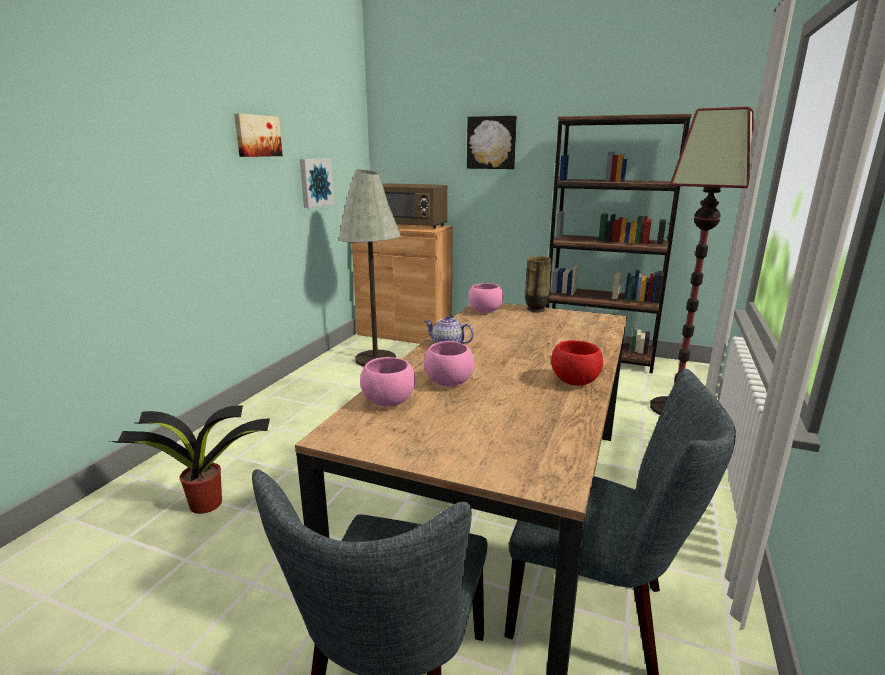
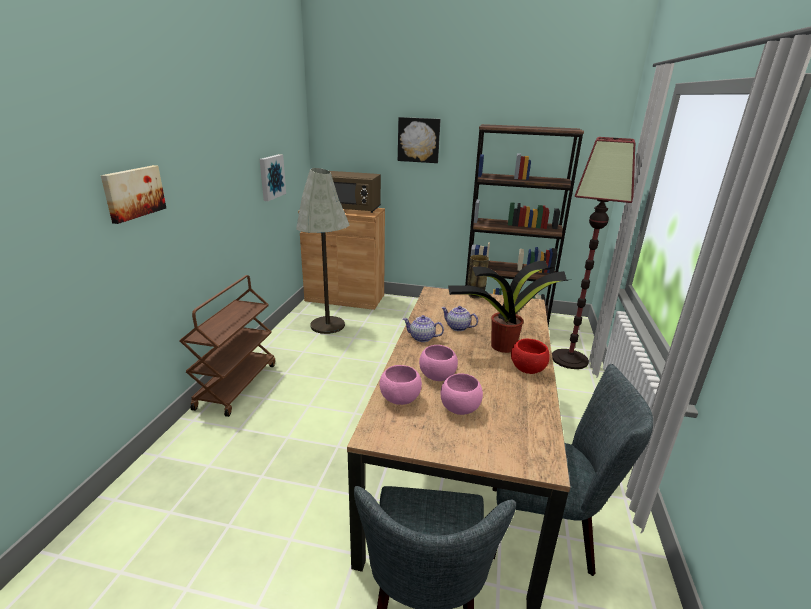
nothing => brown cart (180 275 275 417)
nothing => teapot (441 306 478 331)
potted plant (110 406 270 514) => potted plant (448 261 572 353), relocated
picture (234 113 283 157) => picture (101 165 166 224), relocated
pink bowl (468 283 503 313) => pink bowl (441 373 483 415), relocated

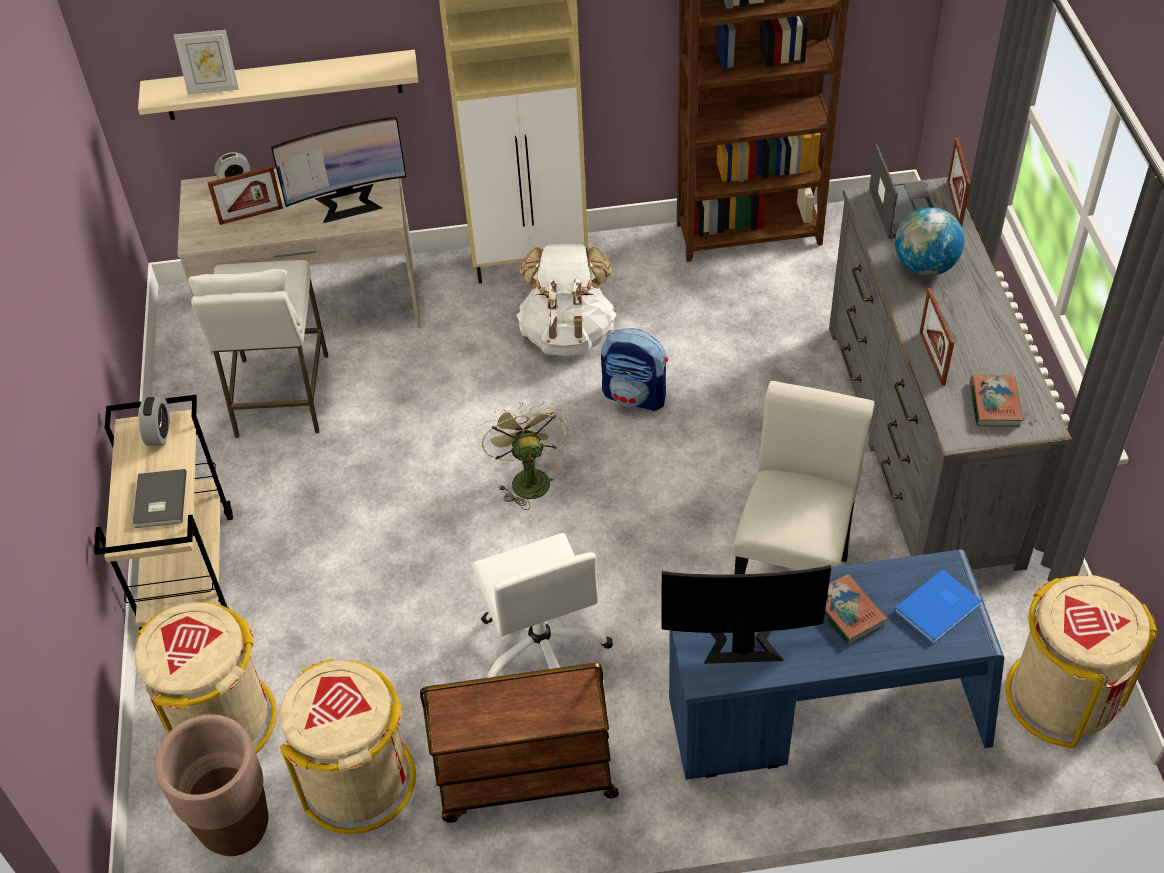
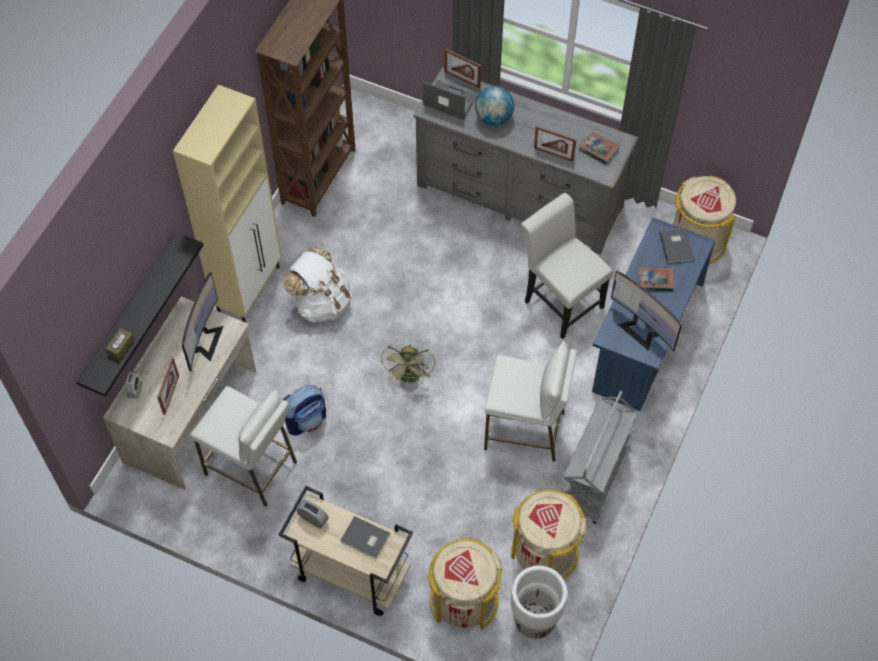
backpack (601 328 668 411) => backpack (283 385 326 436), relocated
picture frame (173 30 239 94) => brown tissue box (105 328 134 360)
white office chair (471 533 613 678) => white stool (484 341 577 462)
beige shelf (138 50 419 120) => black shelf (76 232 203 397)
brown planter (154 714 269 856) => white planter (511 566 567 639)
brown cart (420 663 619 823) => grey cart (561 390 637 524)
blue book (894 569 981 644) => grey book (660 229 694 264)
green fan (481 401 568 510) => green fan (381 343 435 385), 105 degrees counterclockwise
monitor (662 565 831 664) => monitor (611 270 682 352), 75 degrees counterclockwise

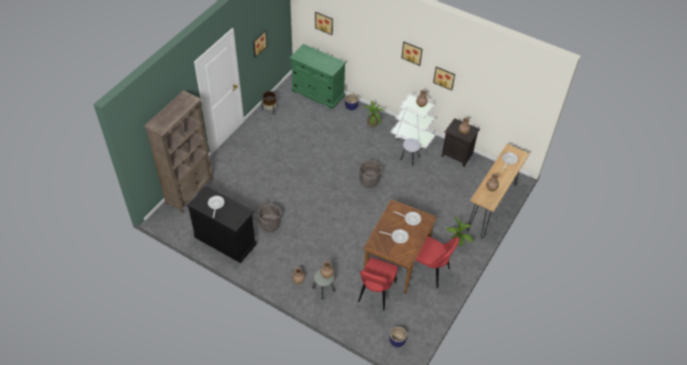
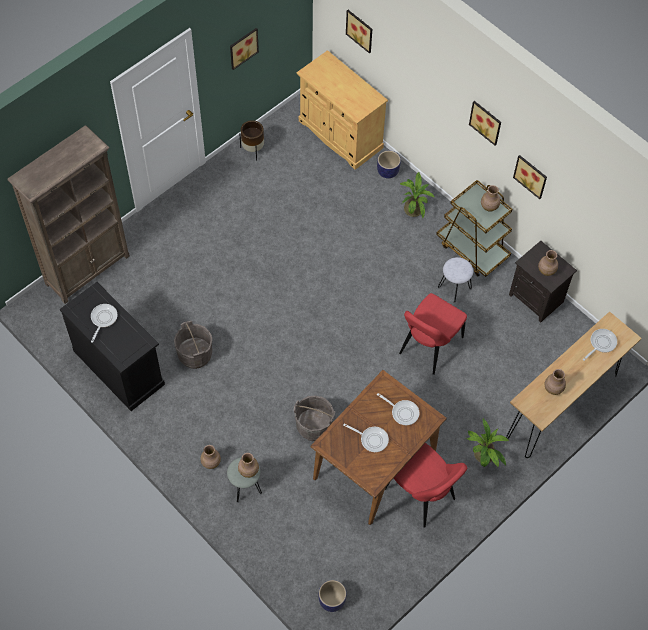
red chair (358 257 398 311) => red chair (399 293 467 375), relocated
grey bucket (359 161 383 188) => grey bucket (294 395 335 441), relocated
green cabinet (289 44 346 110) => beige cabinet (297 50 388 170)
white cart (391 93 436 150) => brown cart (436 180 513 277)

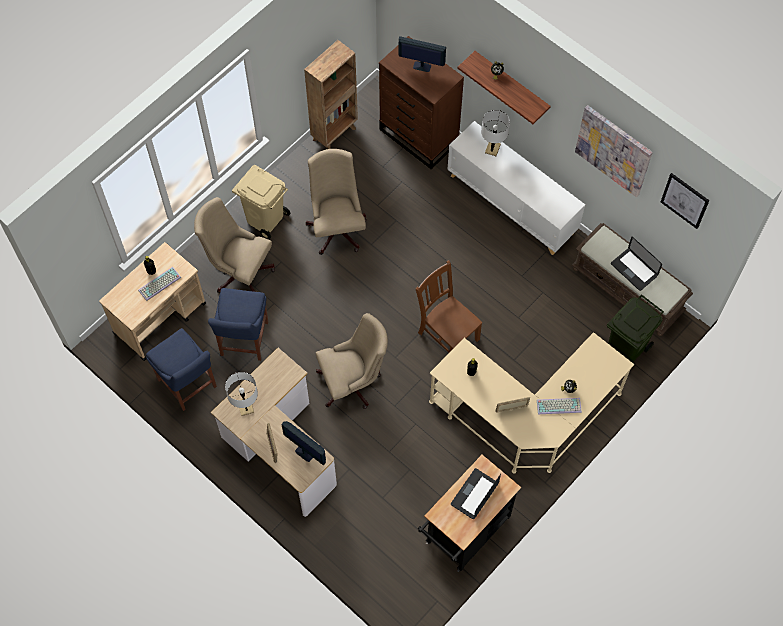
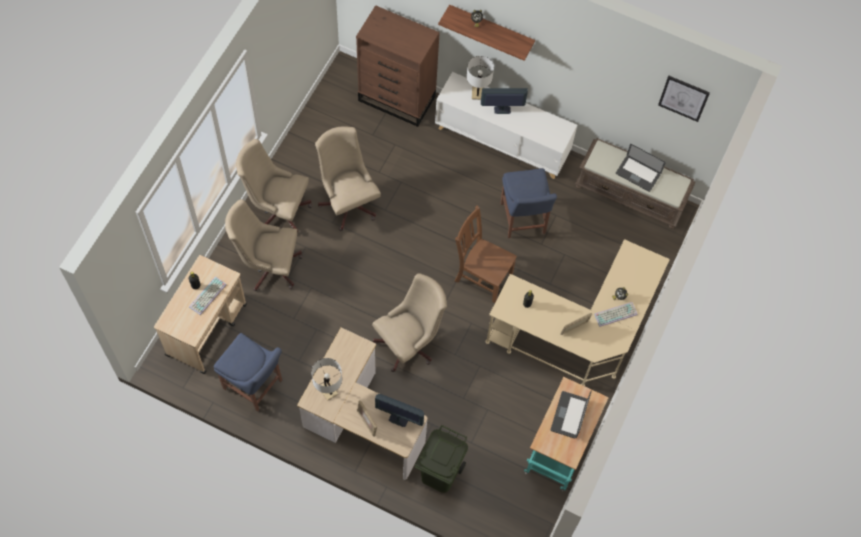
brown bookcase (304 40 358 149) => nothing
picture (575 105 653 197) => nothing
blue chair (208 288 268 361) => blue chair (501 168 557 238), relocated
monitor (399 36 446 72) => monitor (481 88 528 114), relocated
green trash can (607 294 664 363) => green trash can (415 425 468 493), relocated
beige trash can (232 165 291 239) => beige office chair (236 139 312 233)
black cart (418 455 521 572) => turquoise cart (524 377 609 491)

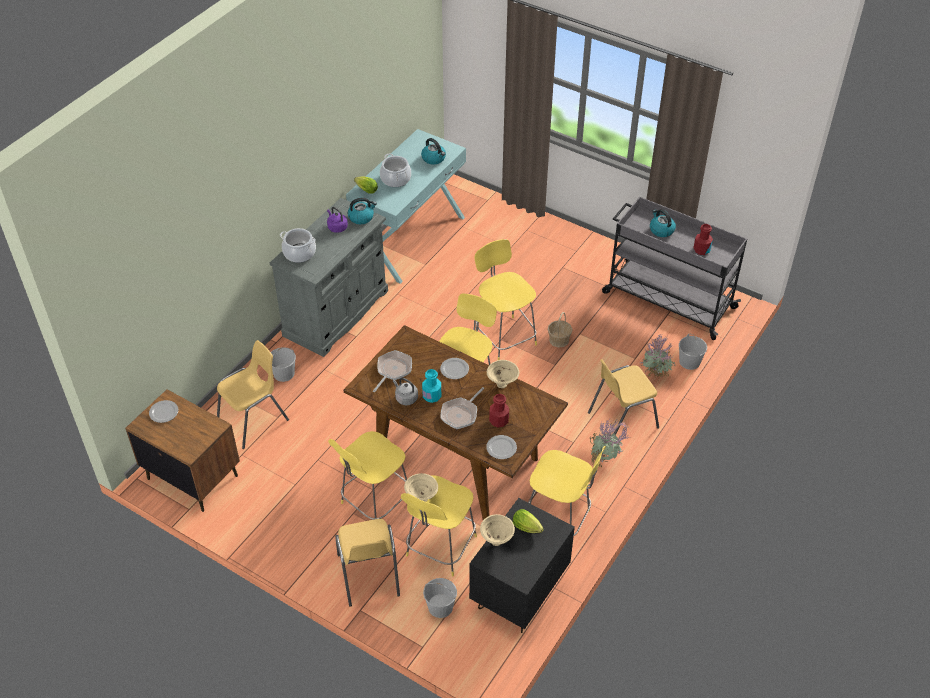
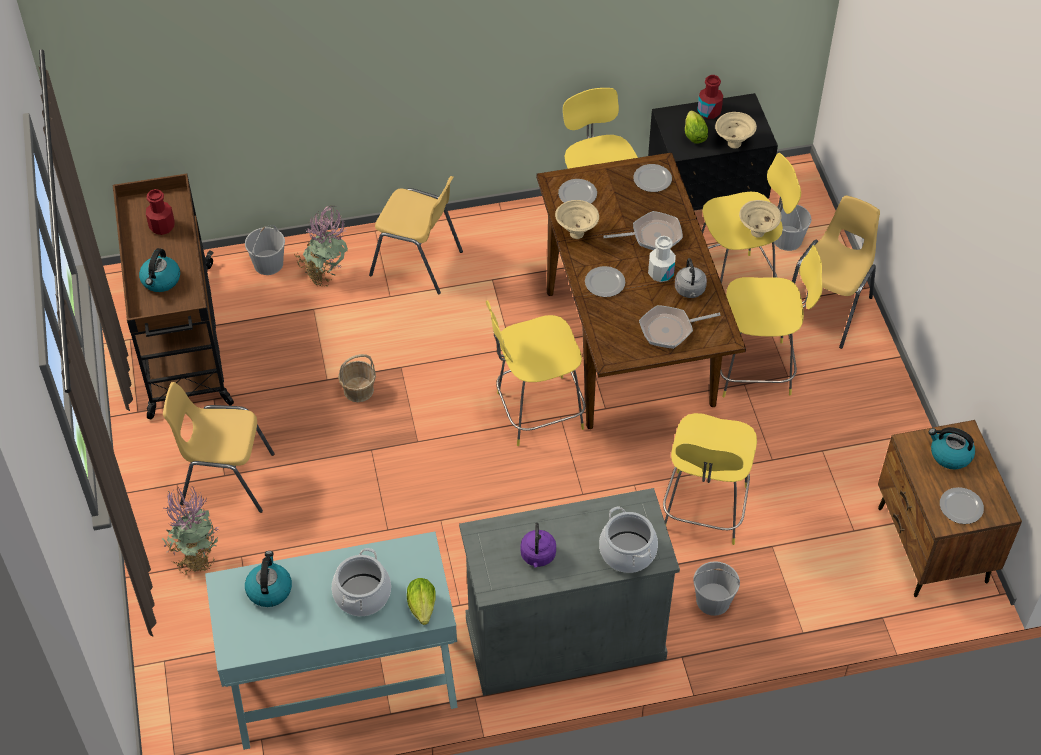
nothing => plate (558 179 597 203)
yellow chair (217 340 289 449) => yellow chair (163 382 275 513), relocated
kettle (348 197 377 224) => kettle (929 427 975 470), relocated
yellow stool (475 239 537 360) => yellow stool (663 413 757 545), relocated
red bottle (489 394 509 428) => red bottle (697 75 723 119), relocated
potted plant (590 419 630 467) => potted plant (162 487 219 575), relocated
turquoise bottle (422 369 441 403) => white bottle (648 236 676 282)
grey cart (602 197 747 340) => brown cart (113 174 234 419)

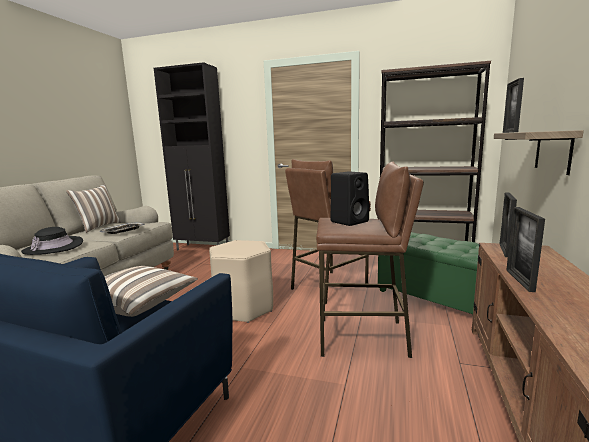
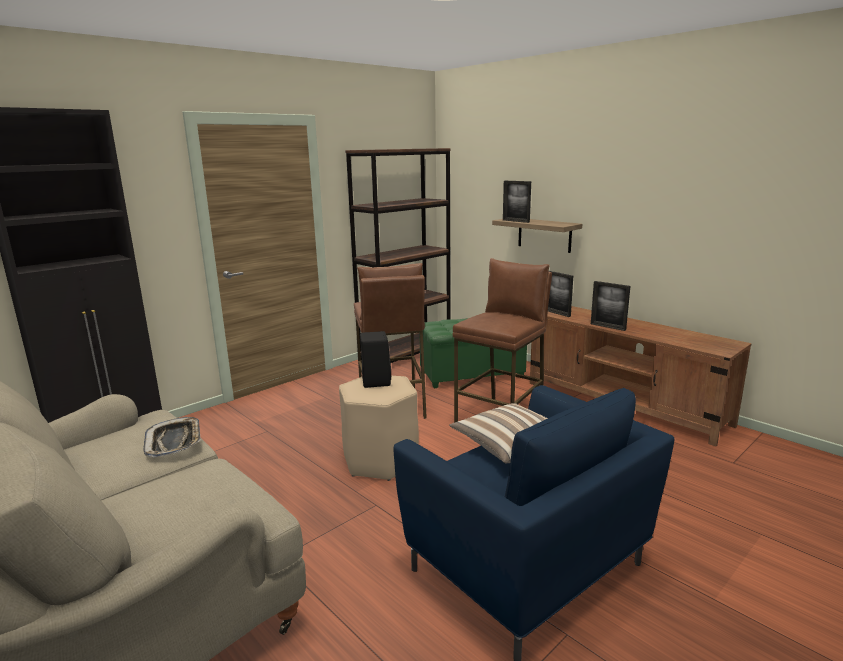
black hat (21 227 83 255) => nothing
pillow (66 184 121 233) => nothing
black speaker (330 172 370 226) => black speaker (360 331 391 388), relocated

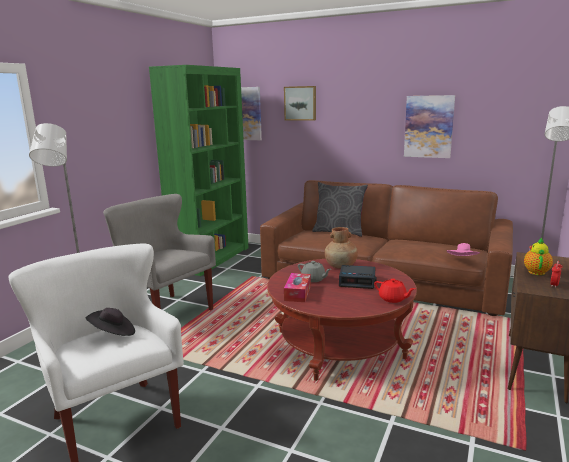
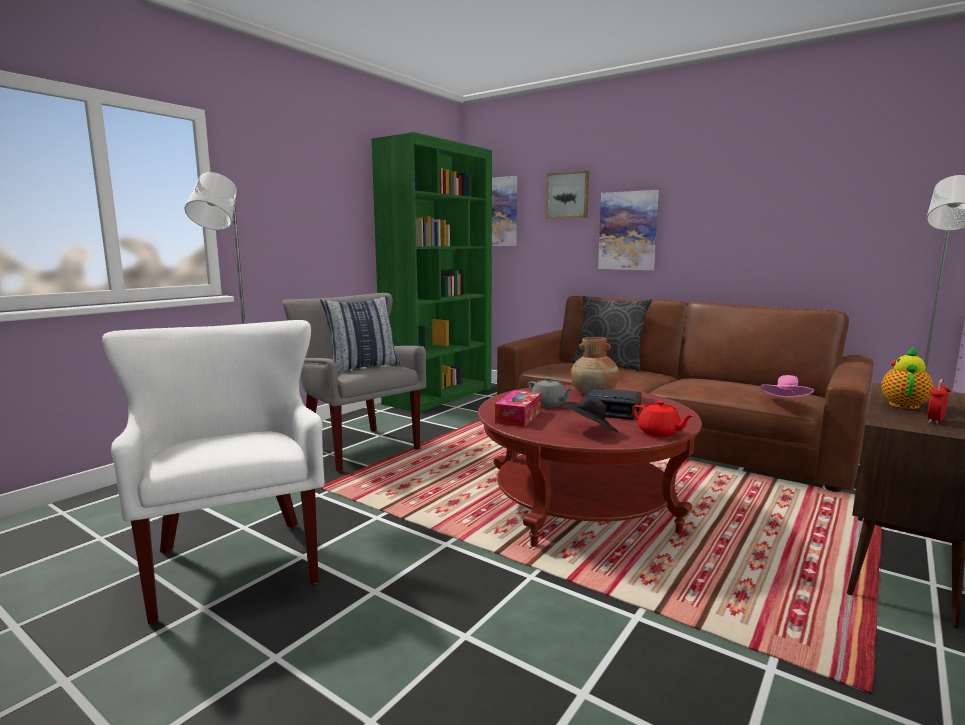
nothing => pillow (320 296 400 372)
black hat (86 308 135 336) => black hat (561 396 619 433), relocated
picture (404 95 455 158) => picture (598 190 659 270), relocated

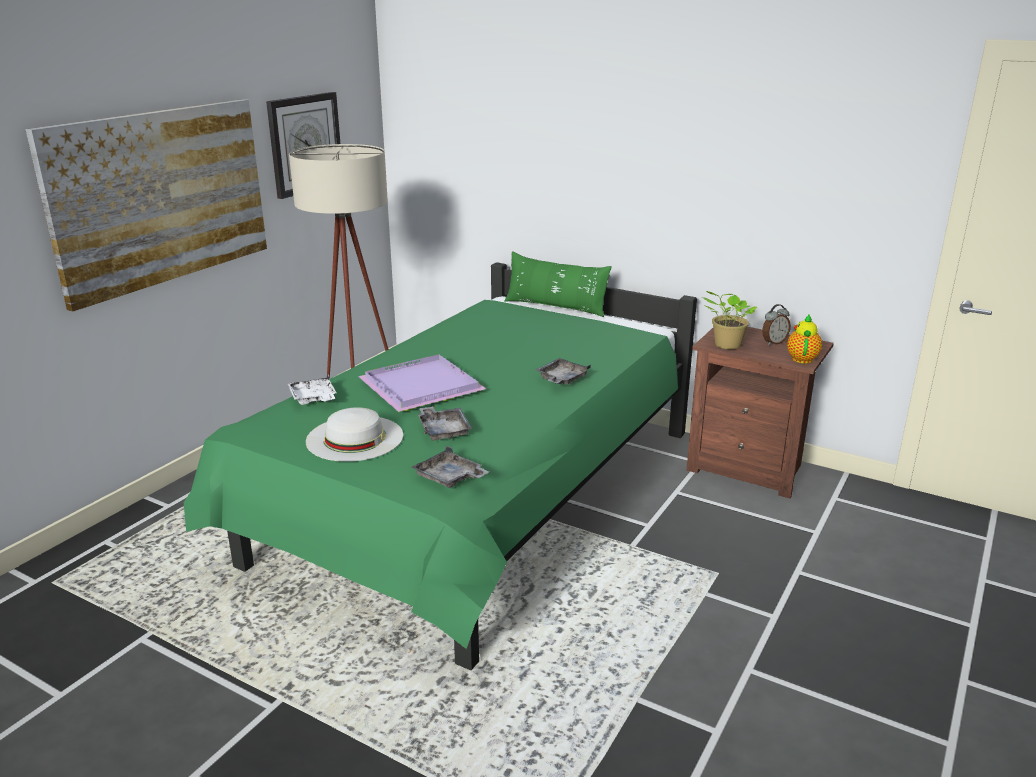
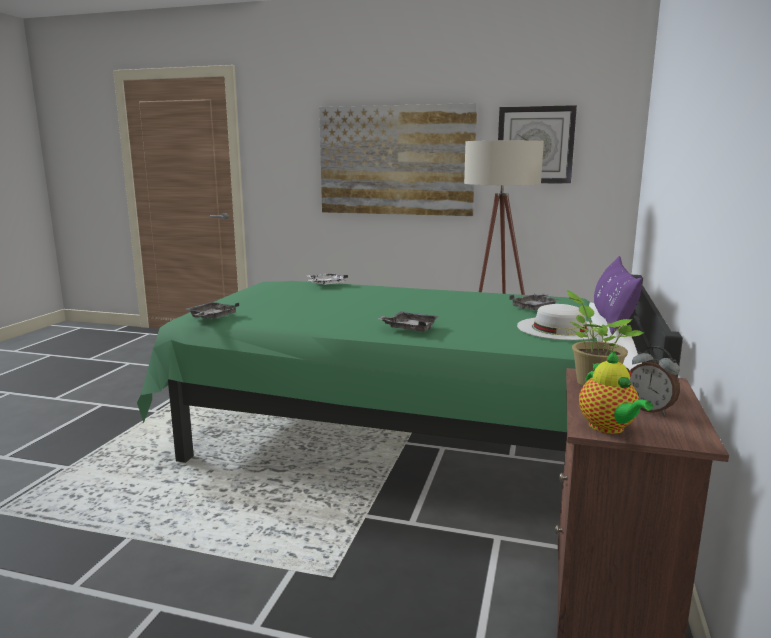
purple tray (358 354 486 412) => nothing
white hat (306 407 403 462) => white hat (517 304 600 340), relocated
grey tray (418 406 472 441) => grey tray (509 294 559 310), relocated
green pillow (504 251 612 317) => purple pillow (594 256 642 334)
teapot (787 314 822 364) => teapot (579 351 653 434), 75 degrees clockwise

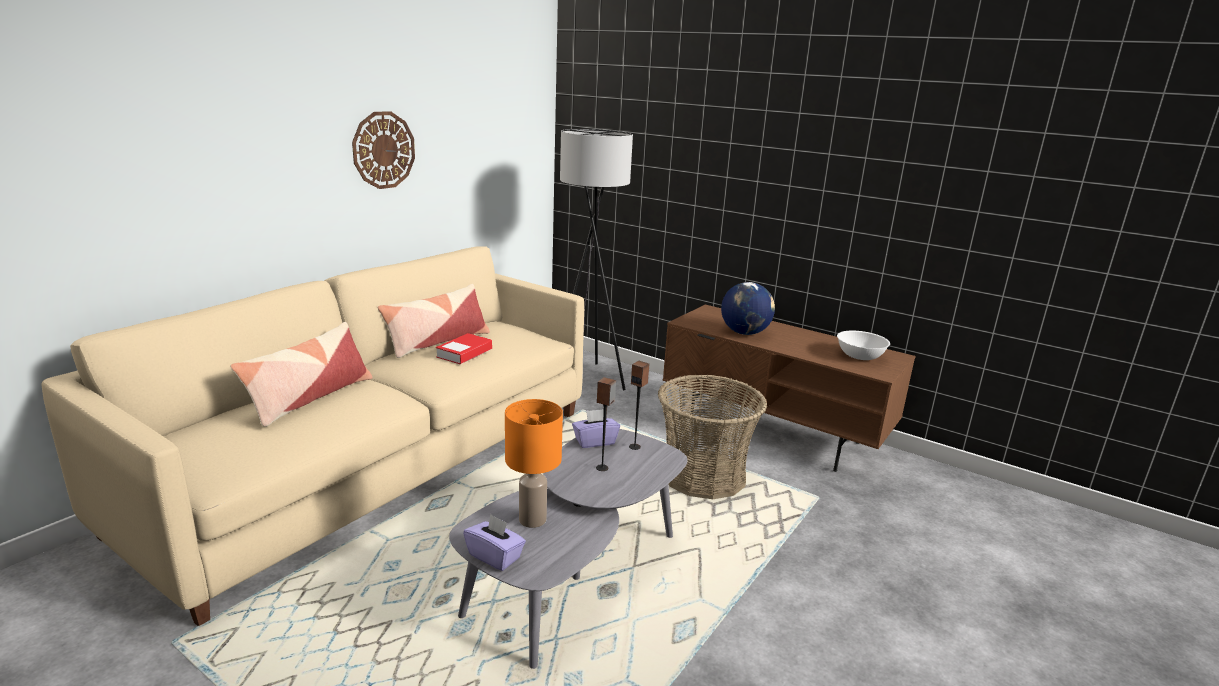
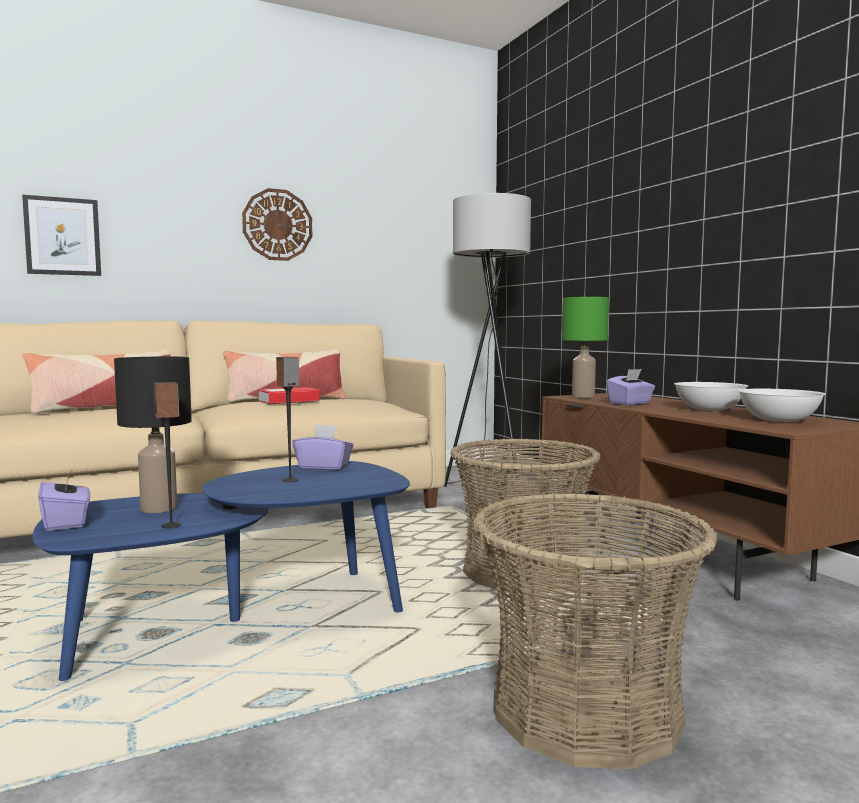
nothing => picture (22 195 101 276)
nothing => basket (473 493 717 769)
nothing => green table lamp (562 297 609 398)
nothing => white bowl (674 382 748 411)
speaker (629 361 649 450) => speaker (153 382 181 529), relocated
globe (721 282 775 335) => purple tissue box (606 369 655 405)
grey coffee table (449 429 688 669) => blue coffee table (33 461 410 681)
orange table lamp (505 399 563 528) => black table lamp (114 356 192 513)

